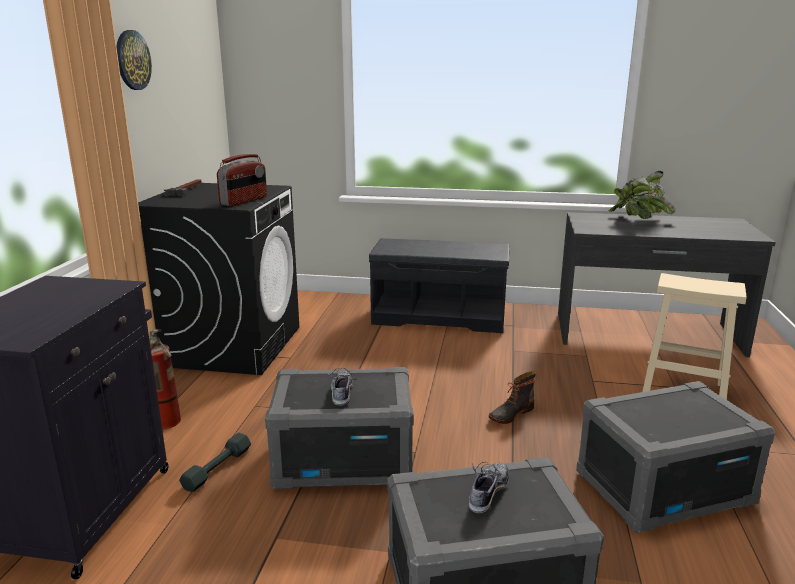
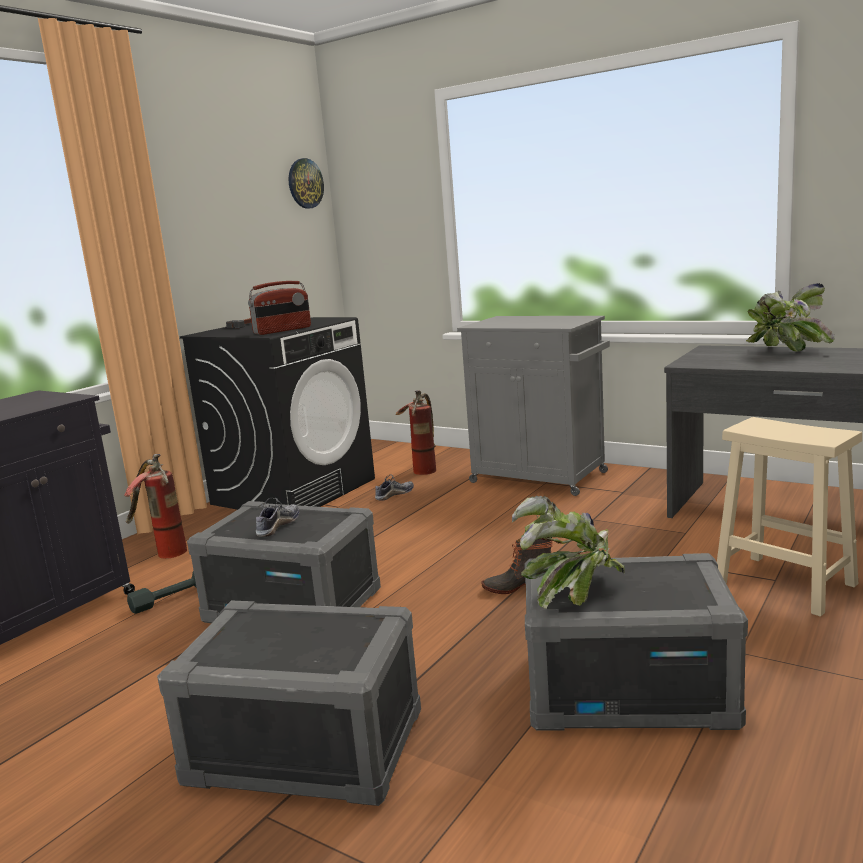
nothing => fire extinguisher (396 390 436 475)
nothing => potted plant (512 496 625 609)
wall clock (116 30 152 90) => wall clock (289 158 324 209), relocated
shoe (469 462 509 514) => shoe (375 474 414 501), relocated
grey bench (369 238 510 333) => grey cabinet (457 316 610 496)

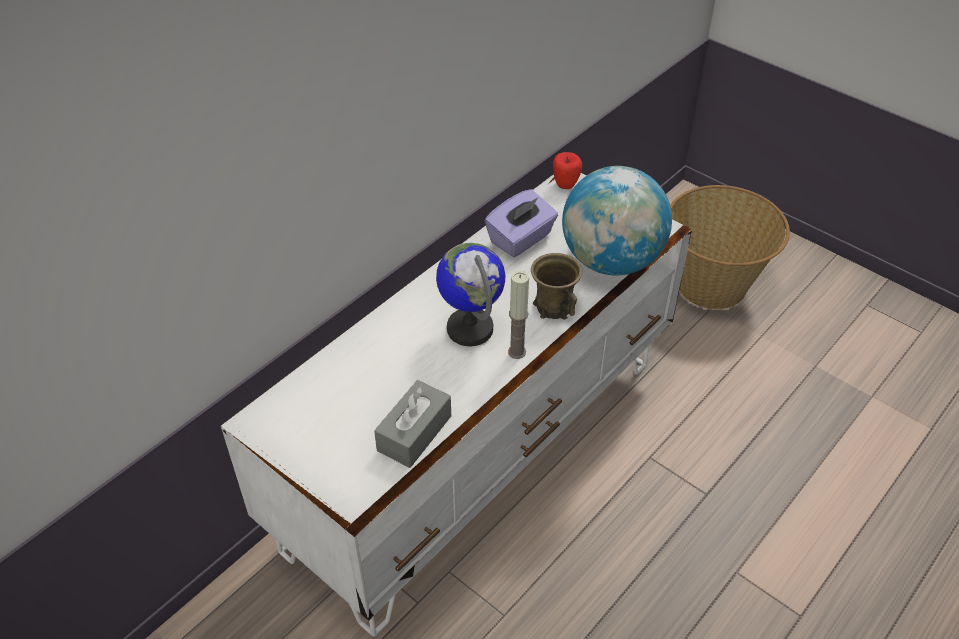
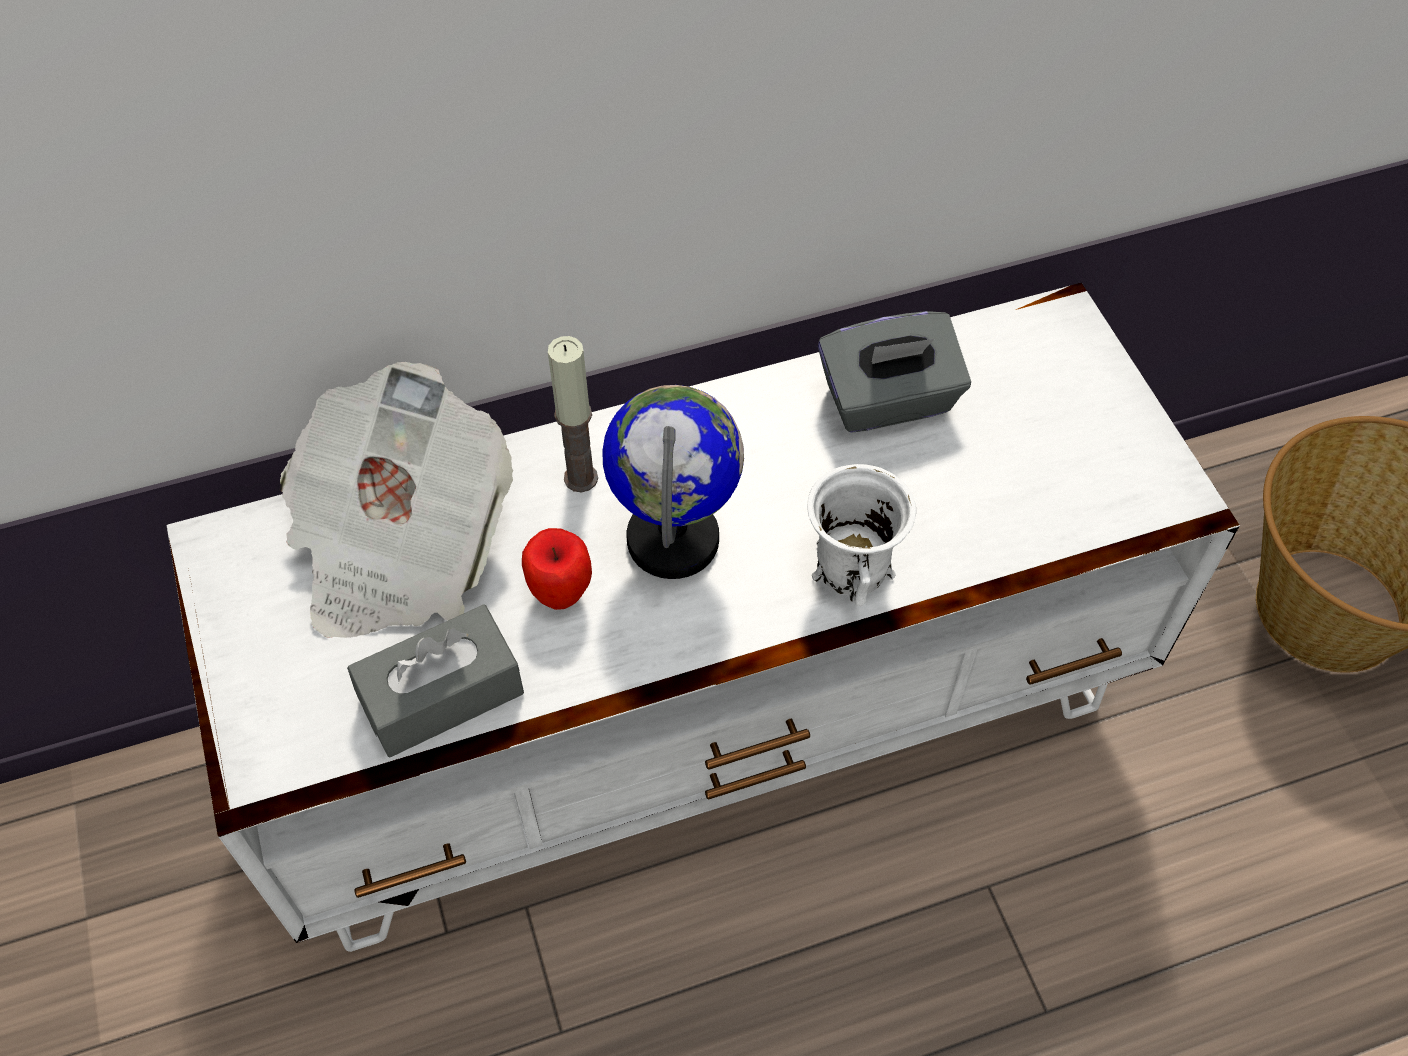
globe (562 166 672 276) => nothing
nothing => newspaper (279 362 513 638)
candle (508 271 529 359) => candle (548 336 598 492), relocated
apple (553 152 582 189) => apple (522 528 592 610), relocated
purple tissue box (485 189 558 257) => grey tissue box (818 311 971 433)
brown mug (531 253 582 320) => white mug (807 464 916 606)

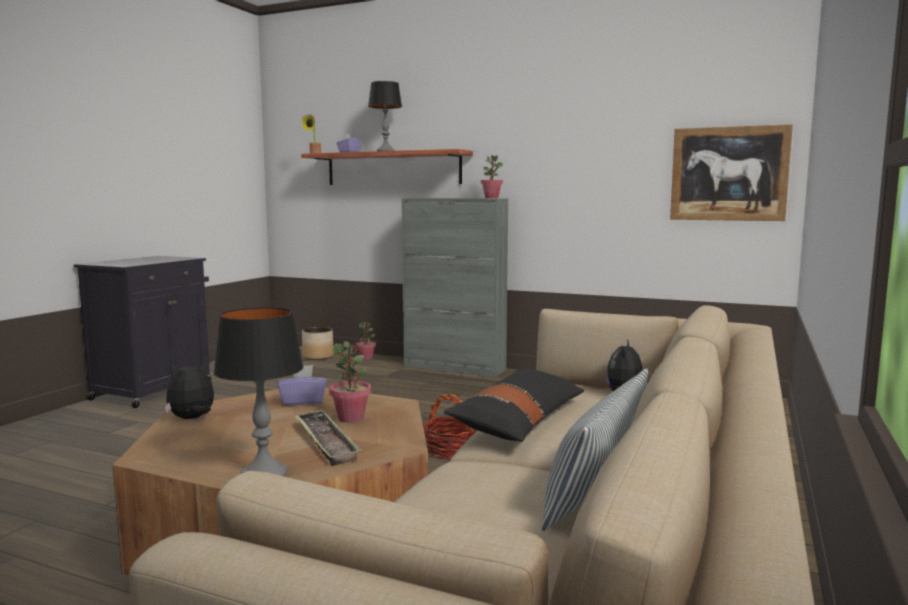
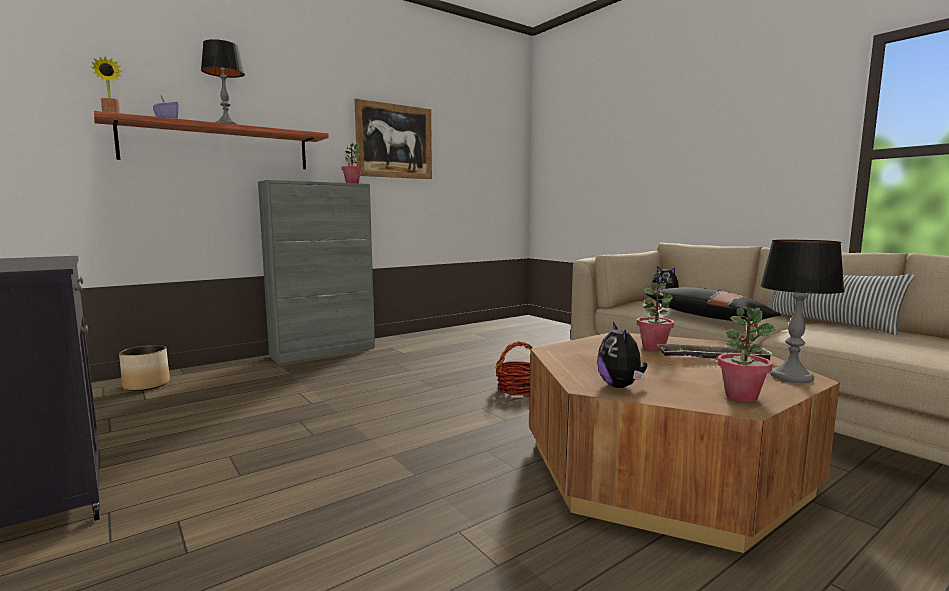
purple tissue box (277 365 327 405) => nothing
potted plant (356 322 376 360) => potted plant (717 308 776 402), relocated
picture (670 124 793 221) => picture (354 99 432 179), relocated

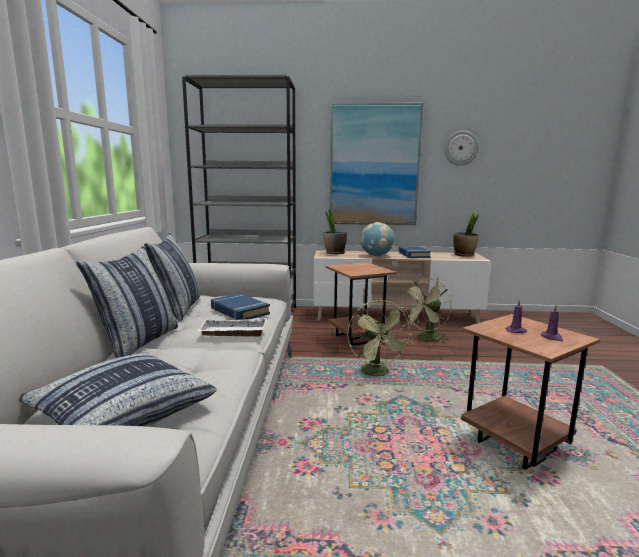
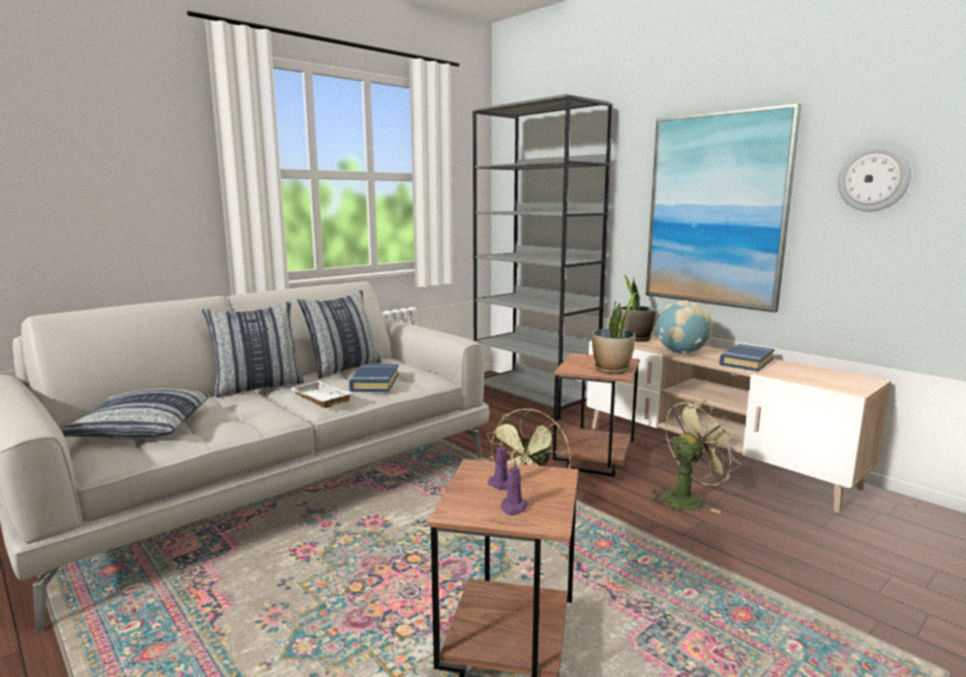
potted plant (453 210 479 257) => potted plant (592 293 636 374), relocated
green fan (401 278 451 344) => green fan (651 400 741 513), 150 degrees clockwise

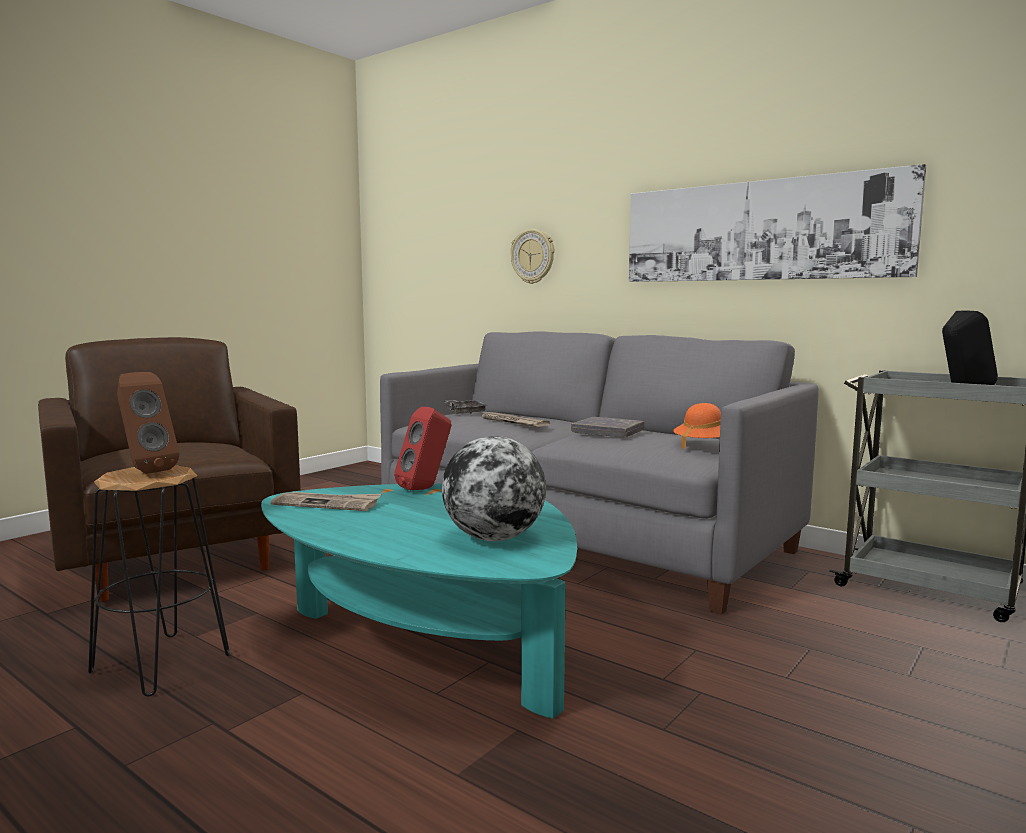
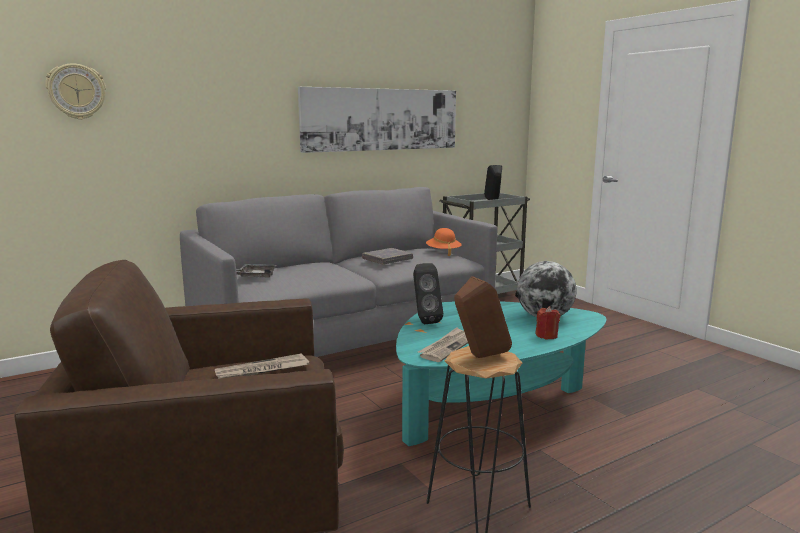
nothing => red candle (535 306 560 339)
newspaper (479 412 550 427) => newspaper (215 353 310 378), relocated
wall clock (510 229 554 284) => wall clock (45 63 106 120), relocated
red speaker (394 407 451 490) => black speaker (413 263 443 324)

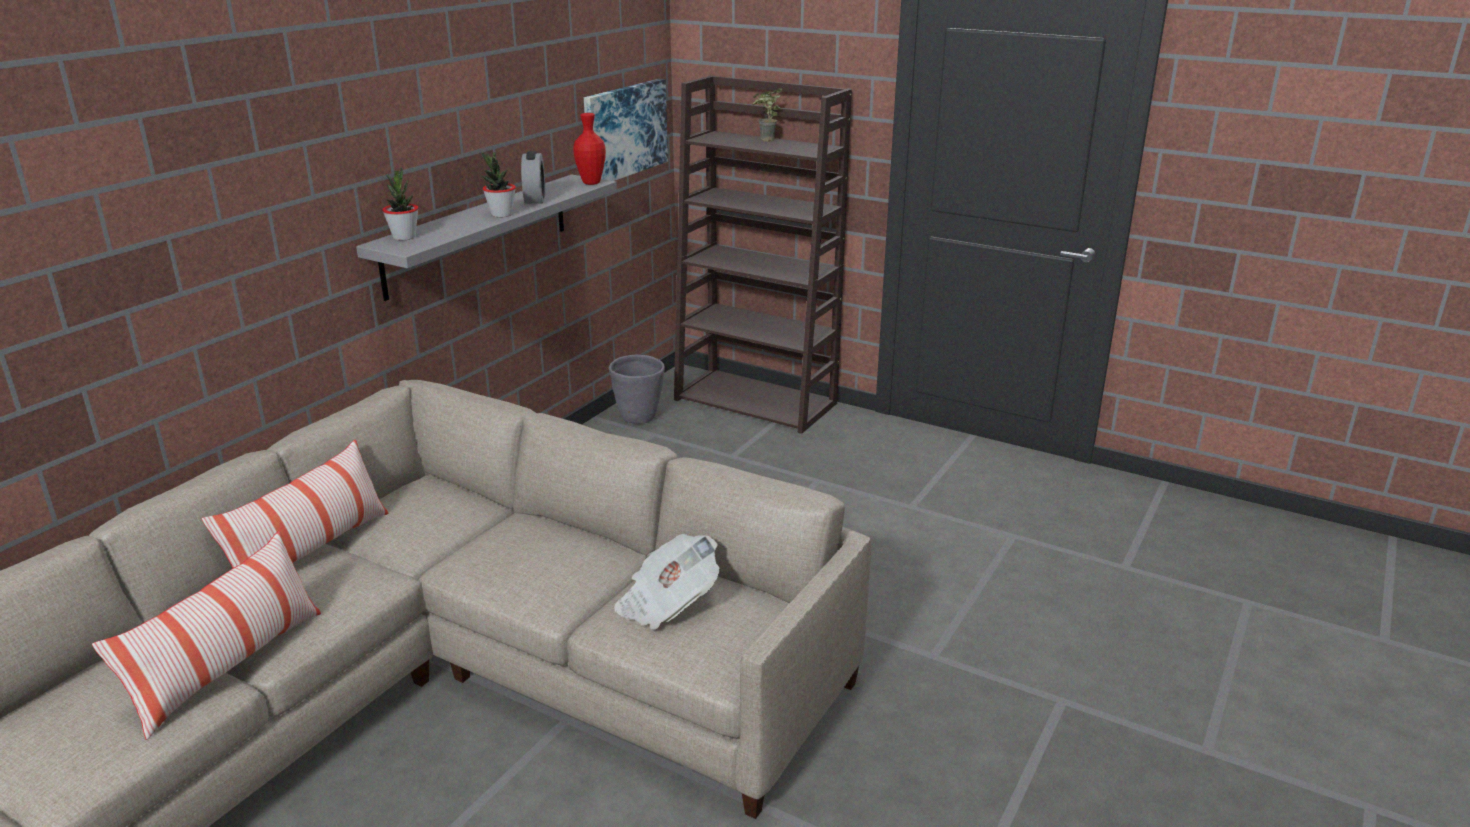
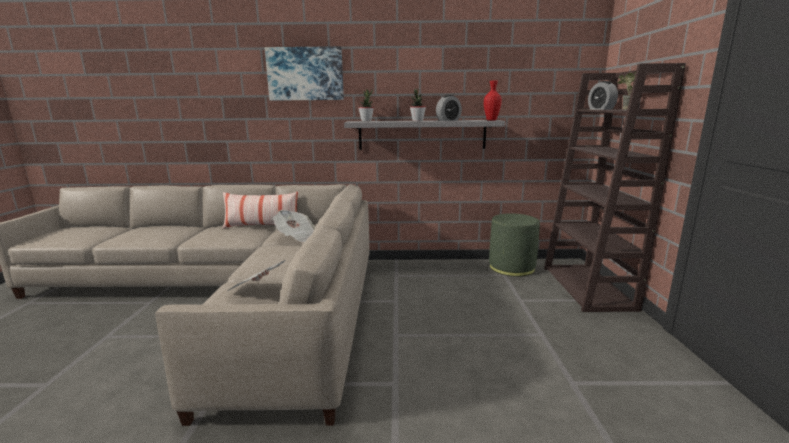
pillow (92 531 321 740) => nothing
nothing => newspaper (273 210 315 243)
nothing => alarm clock (588 81 618 110)
picture (584 79 668 181) => picture (265 46 344 101), relocated
grey planter (609 355 665 424) => green ottoman (489 213 540 277)

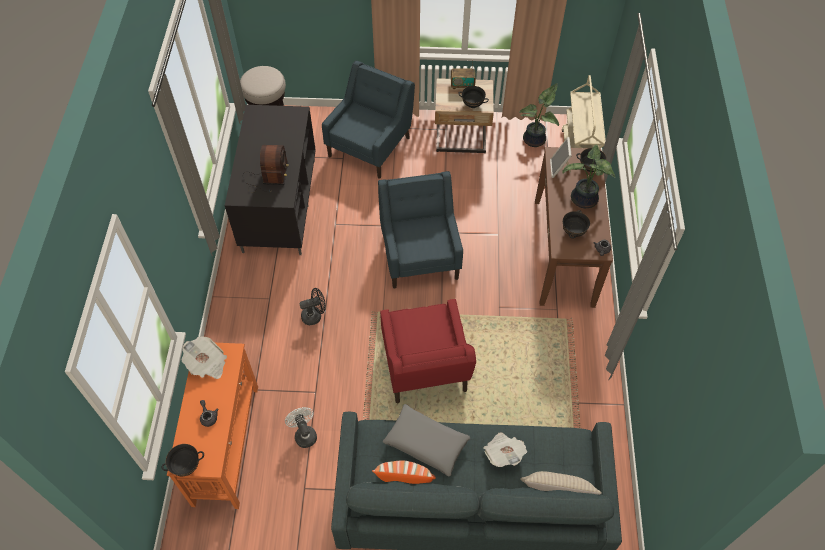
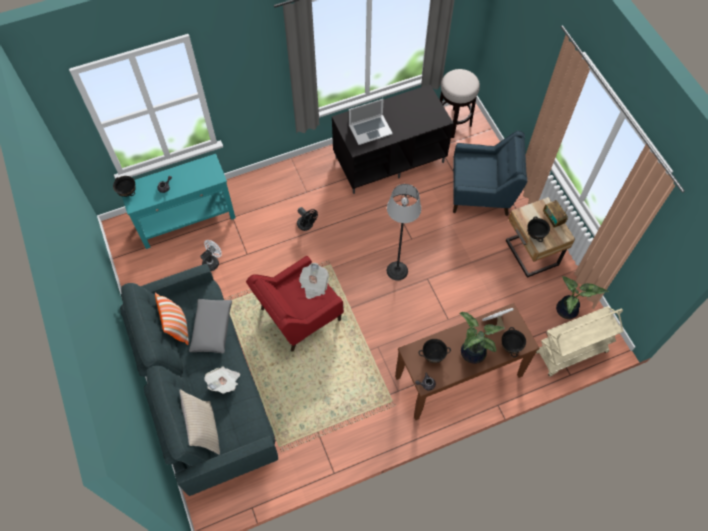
newspaper (181 337 227 379) => newspaper (299 263 329 299), relocated
radio (243 145 289 193) => laptop (349 99 393 145)
blue armchair (378 171 463 288) => floor lamp (387 184 421 281)
orange console table (167 343 258 509) => turquoise console table (122 154 236 249)

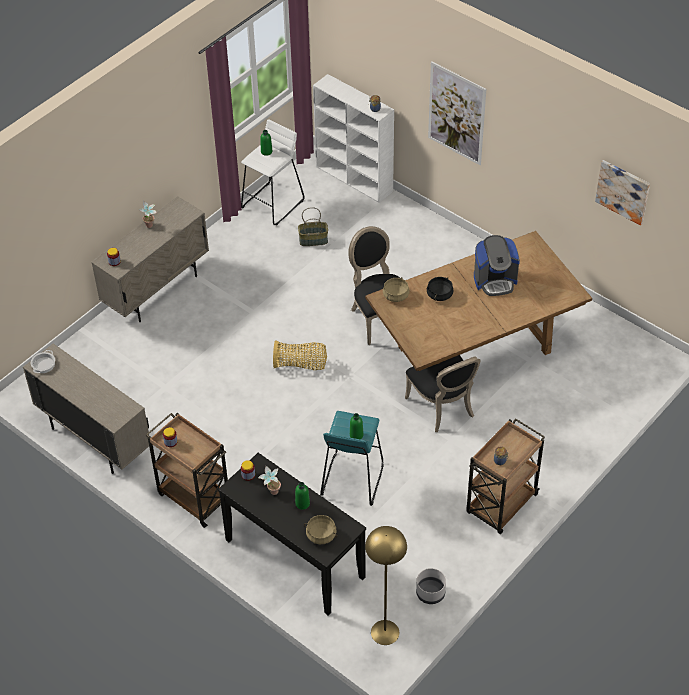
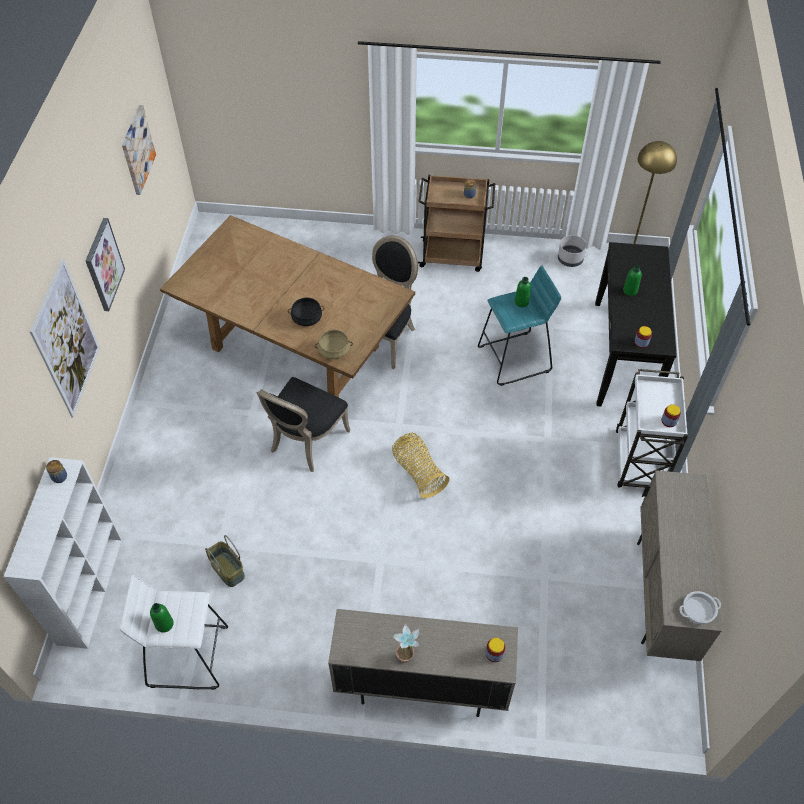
potted plant (258 465 281 495) => nothing
beige cooking pot (304 515 337 544) => nothing
coffee machine (474 235 520 296) => nothing
nothing => picture (85 218 125 311)
brown cart (146 413 228 528) => white cart (616 369 688 488)

